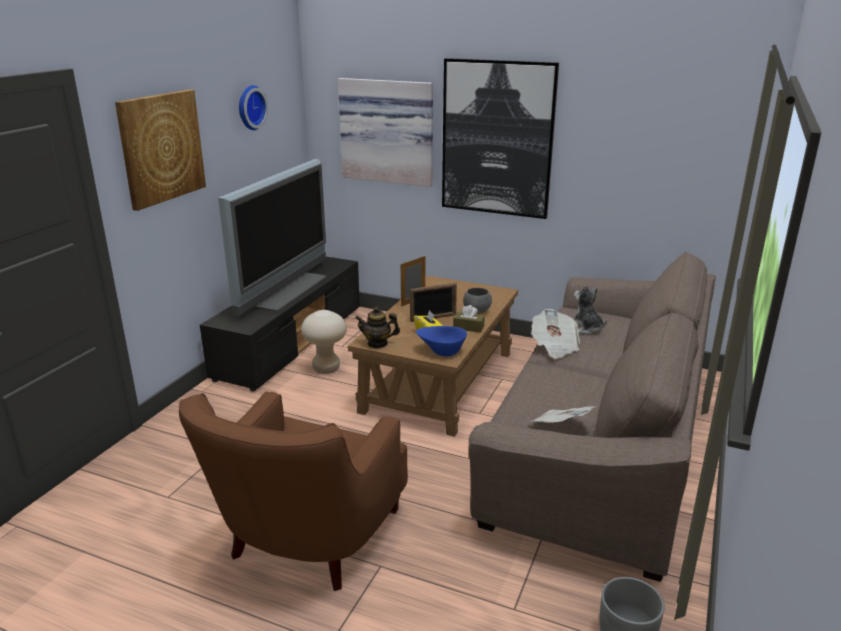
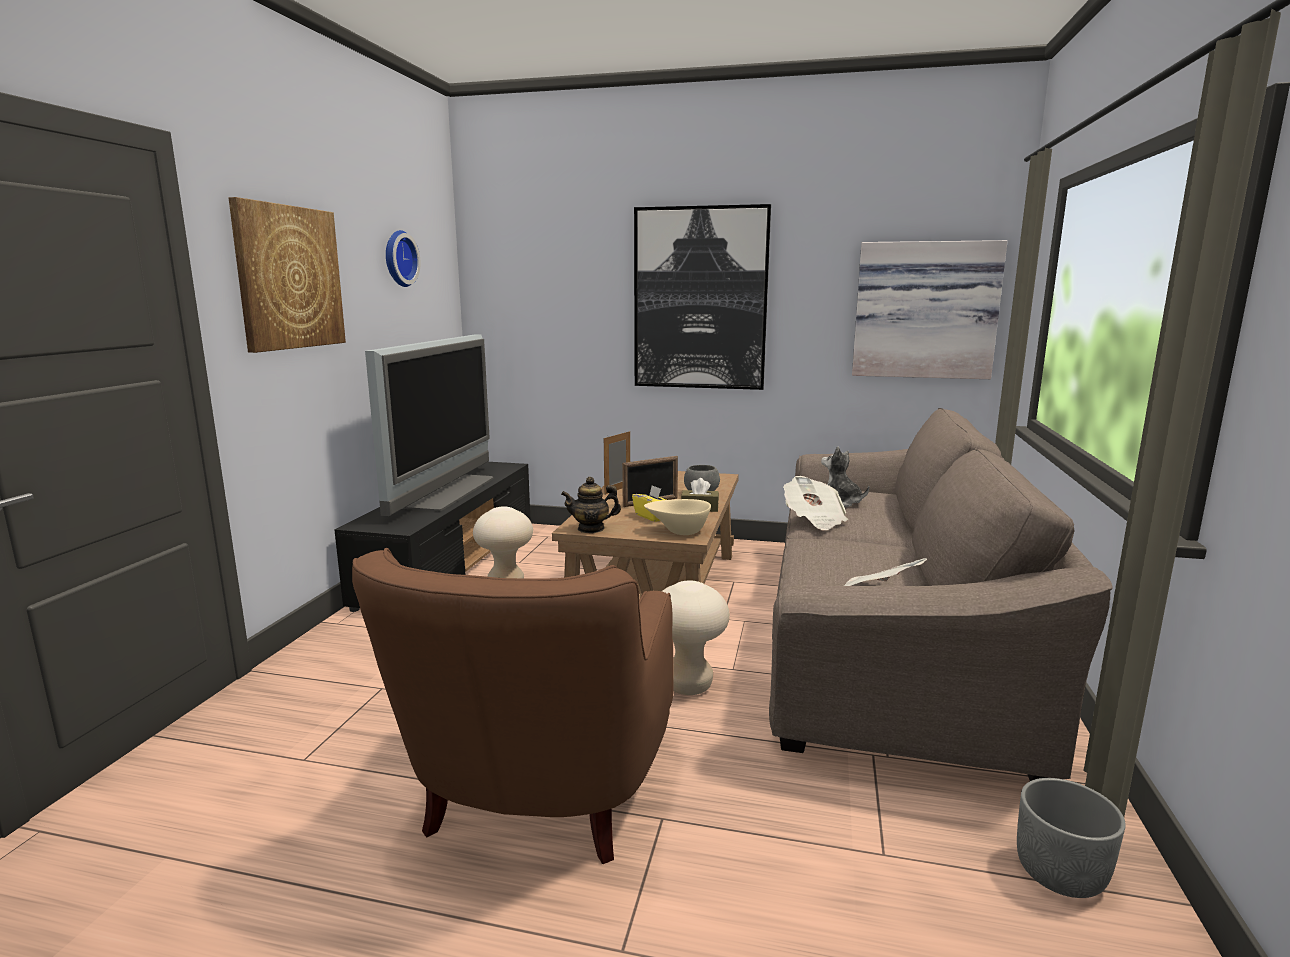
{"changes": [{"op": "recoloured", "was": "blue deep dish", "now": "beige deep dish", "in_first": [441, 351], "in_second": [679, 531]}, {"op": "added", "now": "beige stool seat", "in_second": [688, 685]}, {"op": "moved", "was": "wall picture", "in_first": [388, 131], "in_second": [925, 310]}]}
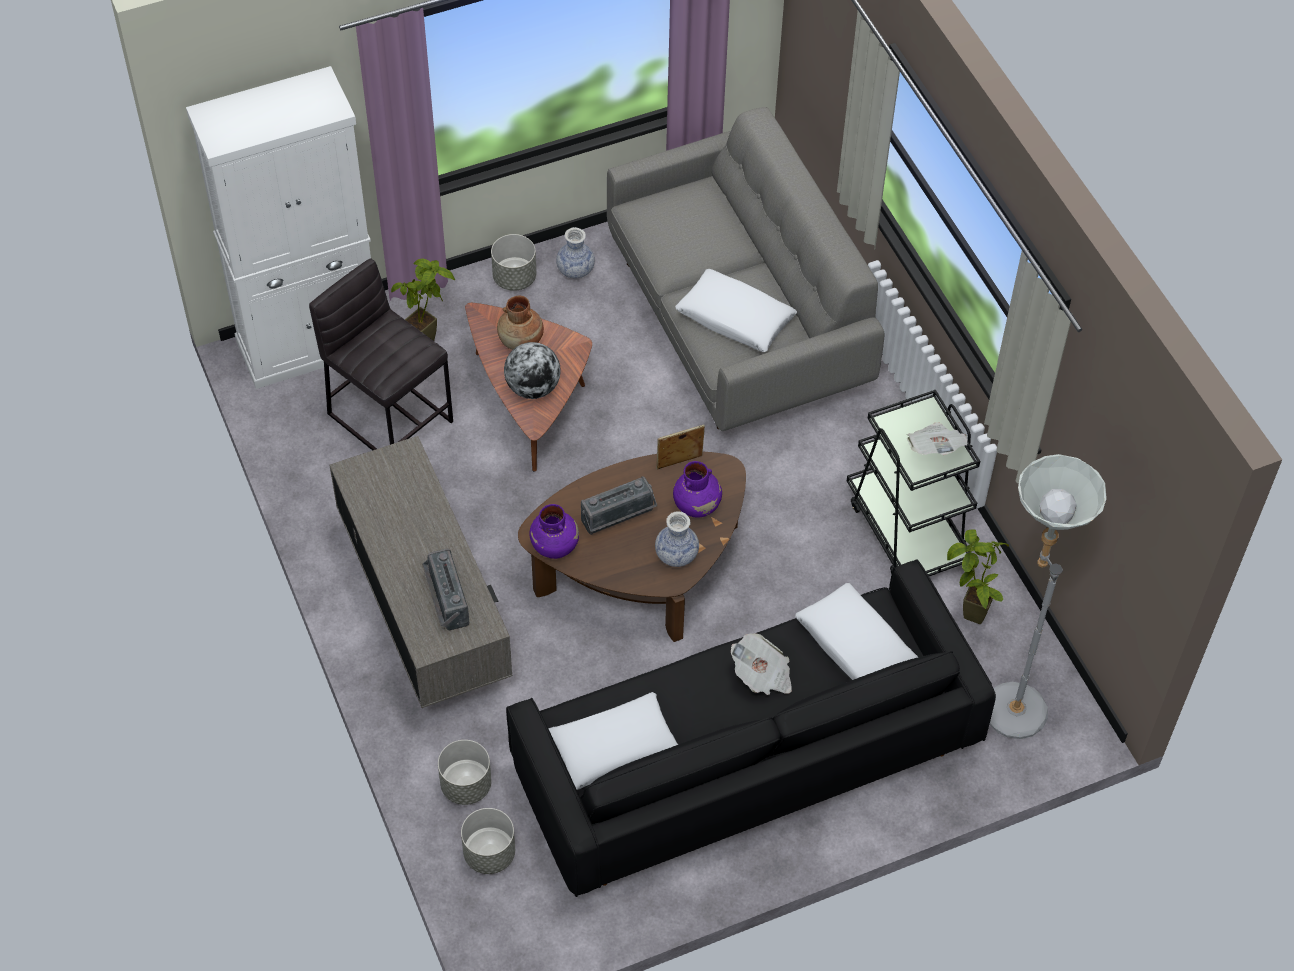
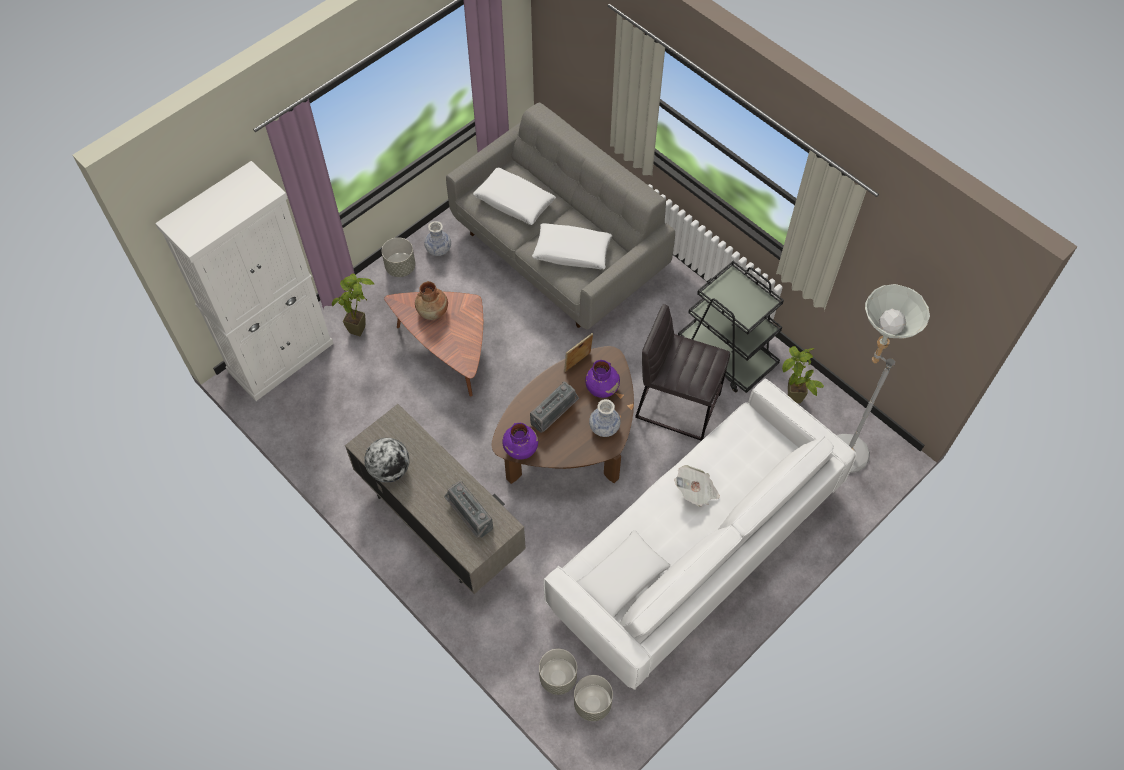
{"changes": [{"op": "moved", "was": "globe", "in_first": [532, 388], "in_second": [389, 470]}, {"op": "moved", "was": "whitish pillow", "in_first": [855, 646], "in_second": [514, 202]}, {"op": "recoloured", "was": "black sofa", "now": "whitish sofa", "in_first": [745, 758], "in_second": [695, 547]}, {"op": "moved", "was": "greyish plant pot", "in_first": [466, 785], "in_second": [593, 703]}, {"op": "moved", "was": "greyish stool seat", "in_first": [390, 416], "in_second": [677, 404]}, {"op": "removed", "was": "printed paper", "in_first": [934, 449]}]}
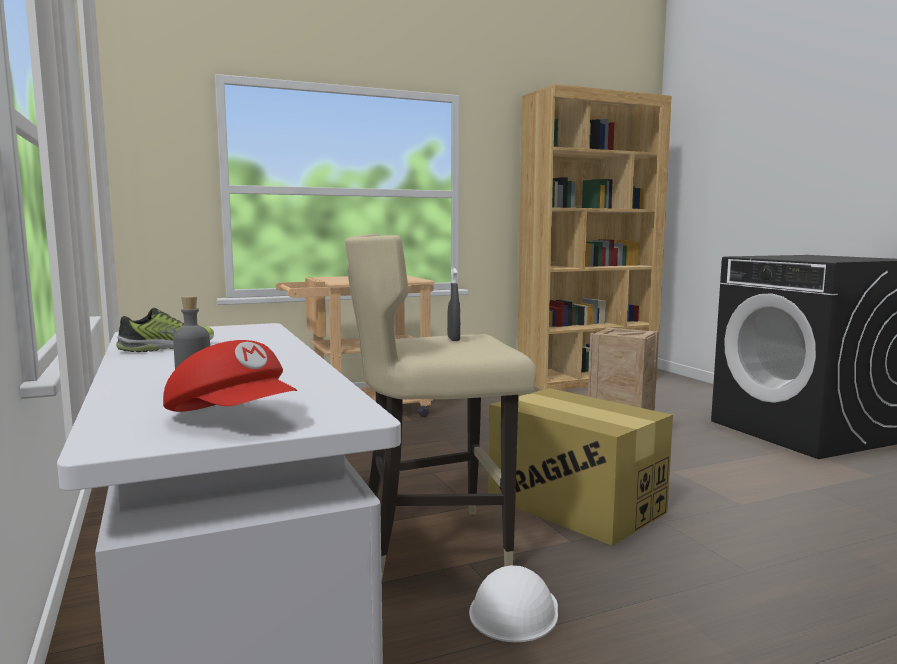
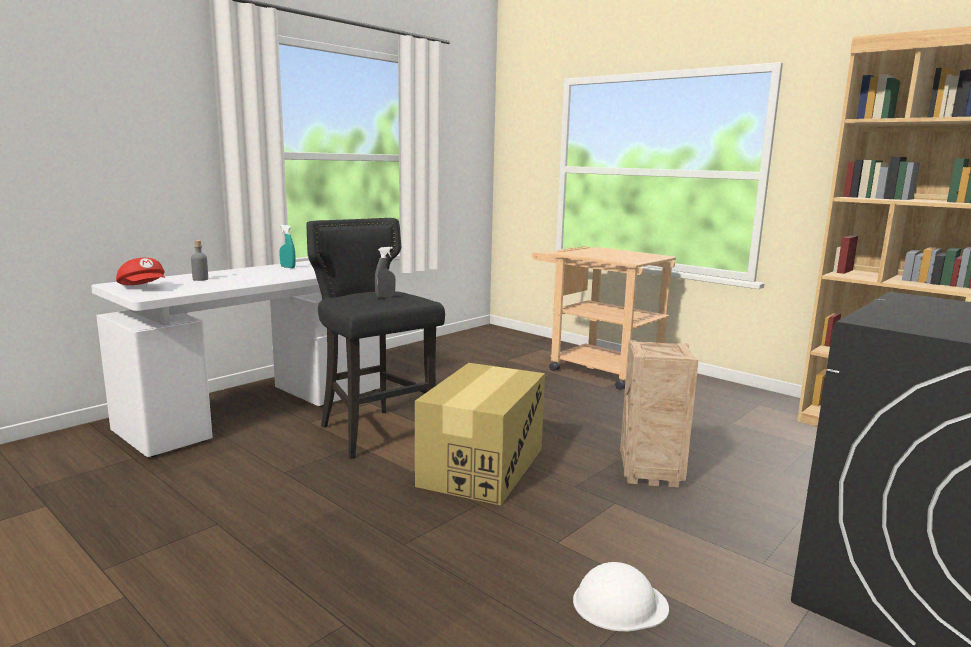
{"changes": [{"op": "turned", "was": "reddish cap", "in_first": [234, 418], "in_second": [144, 288], "clockwise": -60}, {"op": "replaced", "was": "low shoe", "now": "turquoise-coloured sprayer", "in_first": [168, 347], "in_second": [288, 267]}, {"op": "recoloured", "was": "beige stool seat", "now": "black stool seat", "in_first": [435, 545], "in_second": [375, 433]}, {"op": "moved", "was": "whitish work helmet", "in_first": [514, 610], "in_second": [619, 603]}]}
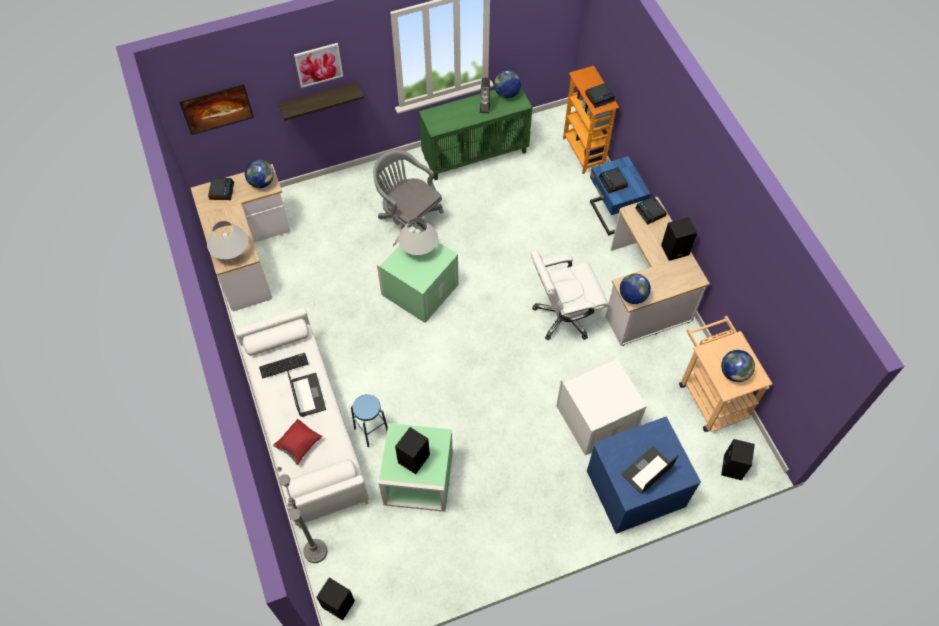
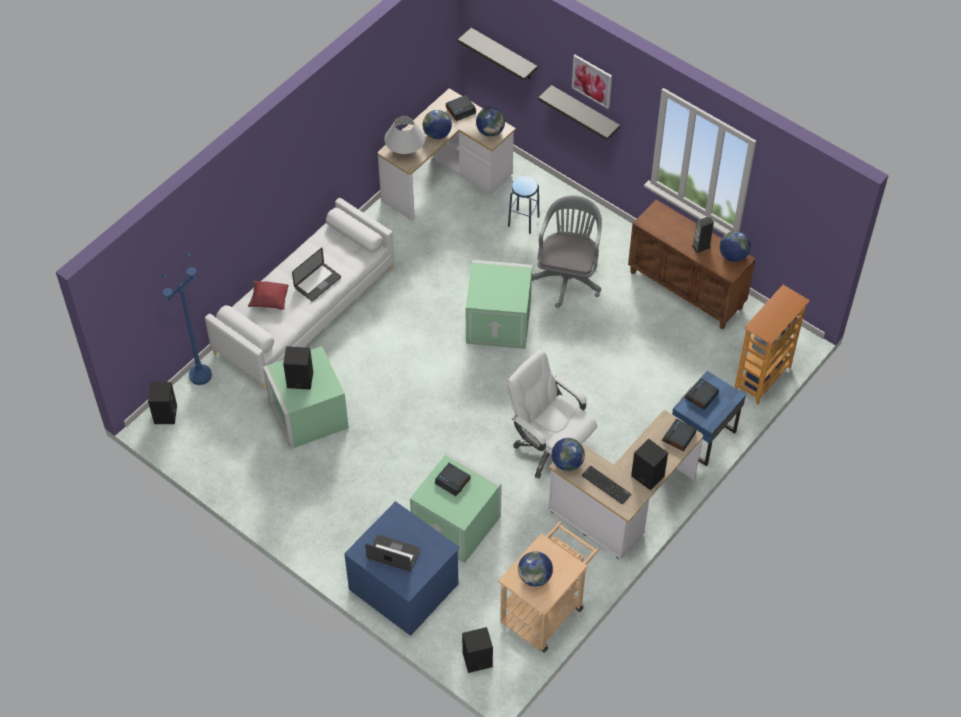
{"changes": [{"op": "recoloured", "was": "greyish floor lamp", "now": "blue floor lamp", "in_first": [315, 551], "in_second": [200, 375]}, {"op": "recoloured", "was": "whitish storage container", "now": "green storage container", "in_first": [596, 417], "in_second": [457, 523]}, {"op": "added", "now": "globe", "in_second": [437, 134]}, {"op": "moved", "was": "bedside clock", "in_first": [599, 97], "in_second": [453, 481]}, {"op": "replaced", "was": "wall picture", "now": "bracket shelf", "in_first": [219, 117], "in_second": [504, 54]}, {"op": "moved", "was": "blue stool seat", "in_first": [371, 430], "in_second": [523, 221]}, {"op": "moved", "was": "PC keyboard", "in_first": [283, 365], "in_second": [606, 485]}, {"op": "recoloured", "was": "green cabinet", "now": "brown-coloured cabinet", "in_first": [475, 155], "in_second": [687, 290]}, {"op": "removed", "was": "whitish tabletop lamp", "in_first": [419, 248]}]}
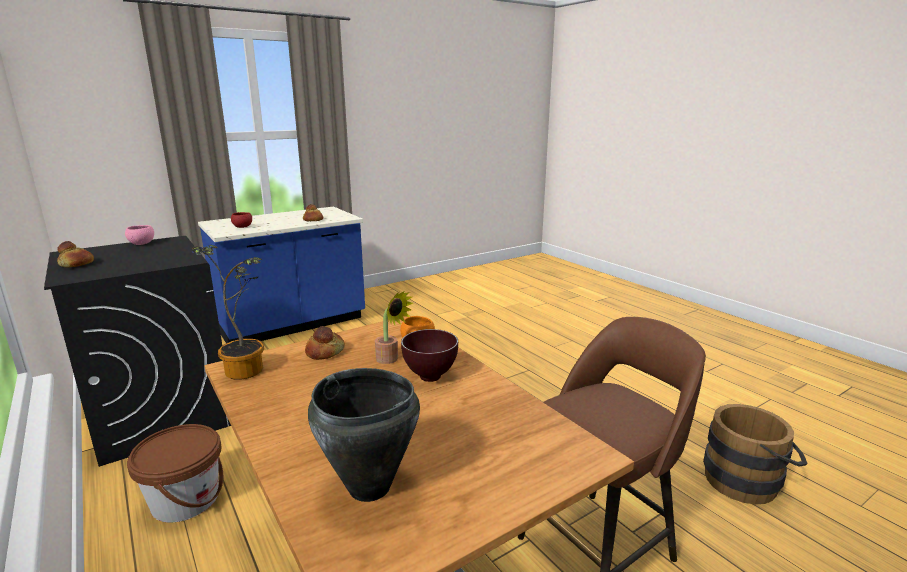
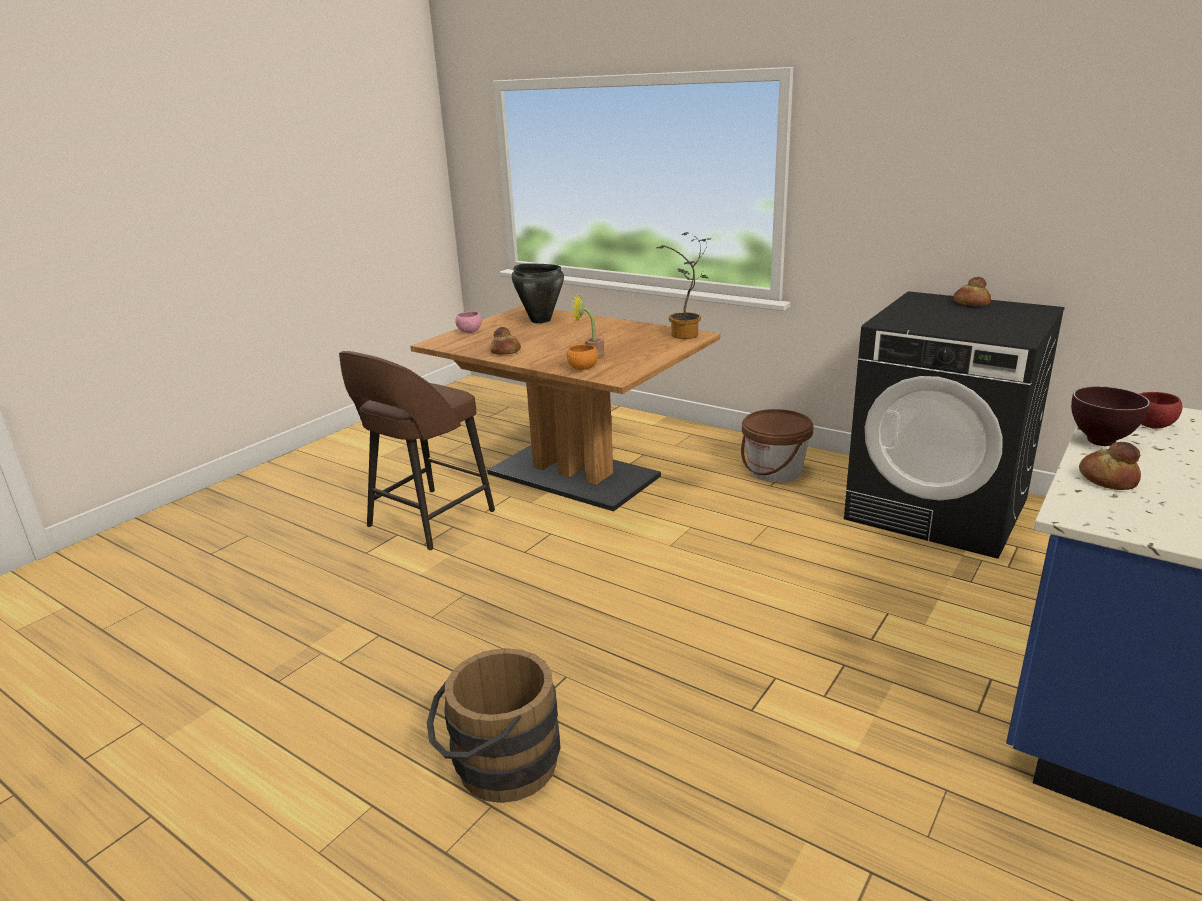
{"changes": [{"op": "moved", "was": "brown-coloured pail", "in_first": [747, 481], "in_second": [497, 766]}, {"op": "moved", "was": "pink deep dish", "in_first": [142, 244], "in_second": [469, 332]}, {"op": "moved", "was": "bakery bread", "in_first": [325, 352], "in_second": [505, 352]}, {"op": "moved", "was": "brown-coloured deep dish", "in_first": [431, 377], "in_second": [1101, 443]}]}
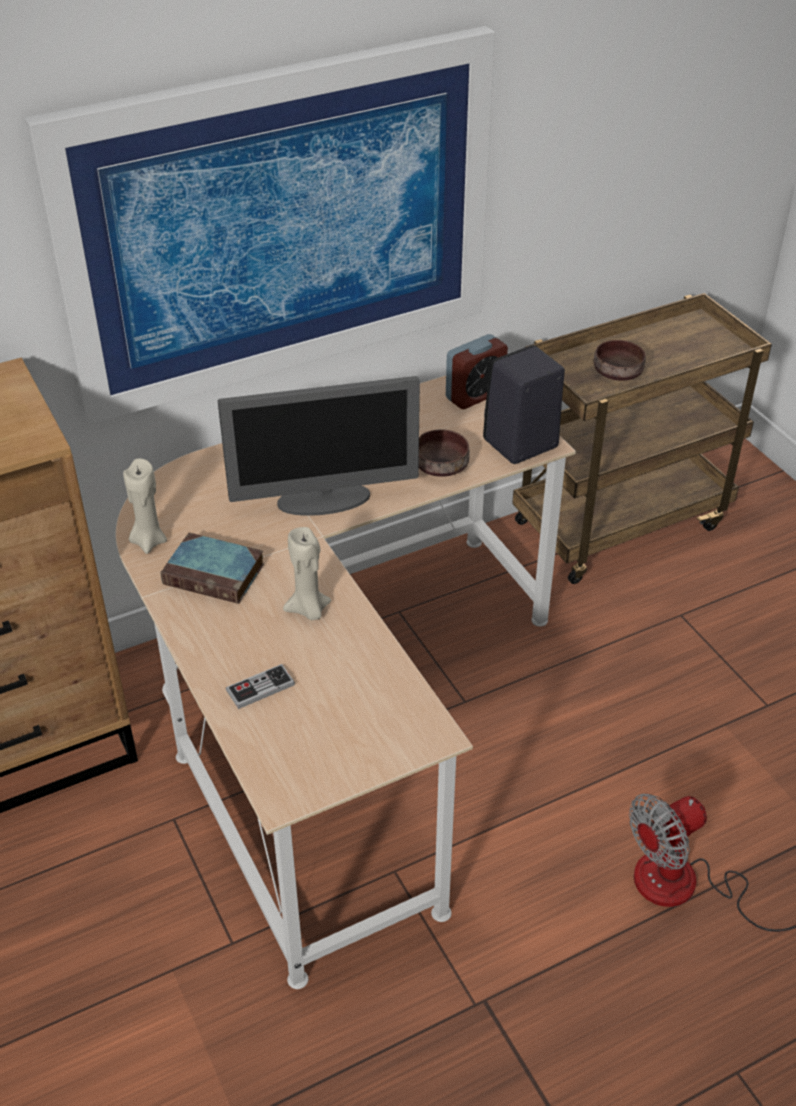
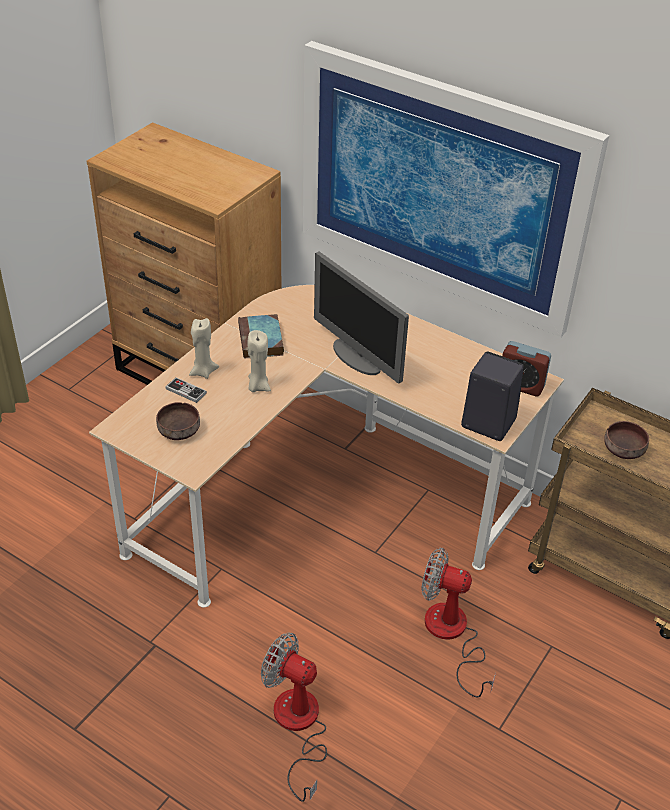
{"changes": [{"op": "moved", "was": "brown-coloured deep dish", "in_first": [441, 467], "in_second": [178, 431]}, {"op": "moved", "was": "beige candle", "in_first": [149, 541], "in_second": [203, 372]}, {"op": "added", "now": "cooling fan", "in_second": [451, 635]}]}
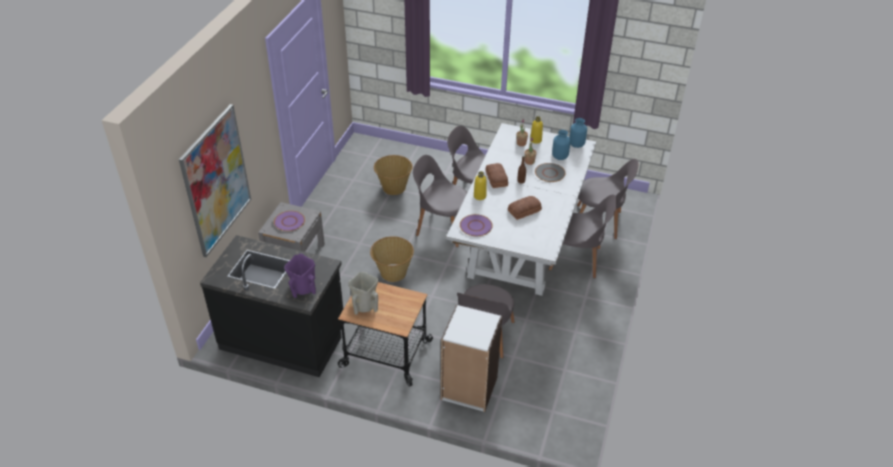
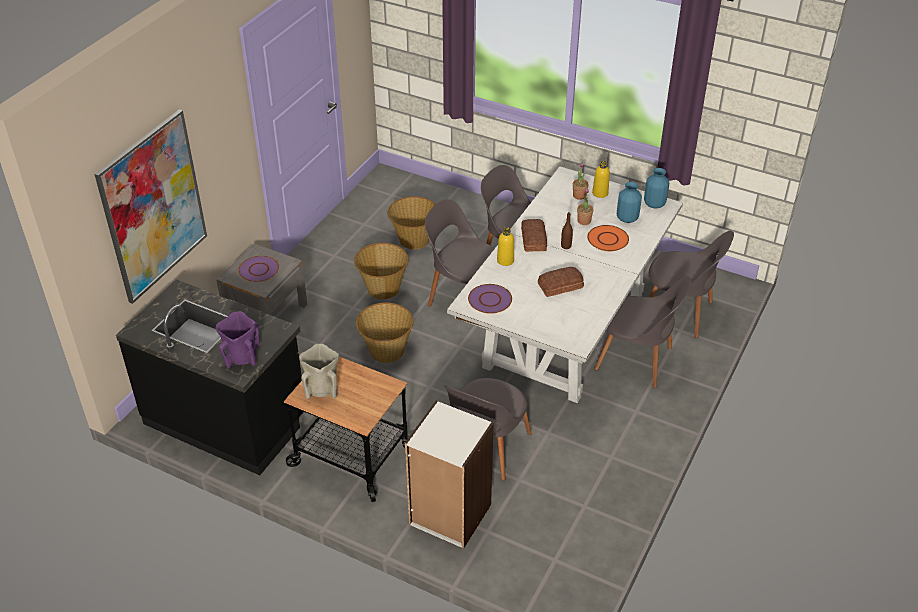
{"changes": [{"op": "added", "now": "storage basket", "in_second": [383, 288]}, {"op": "recoloured", "was": "greyish plate", "now": "orange-coloured plate", "in_first": [550, 173], "in_second": [608, 239]}]}
